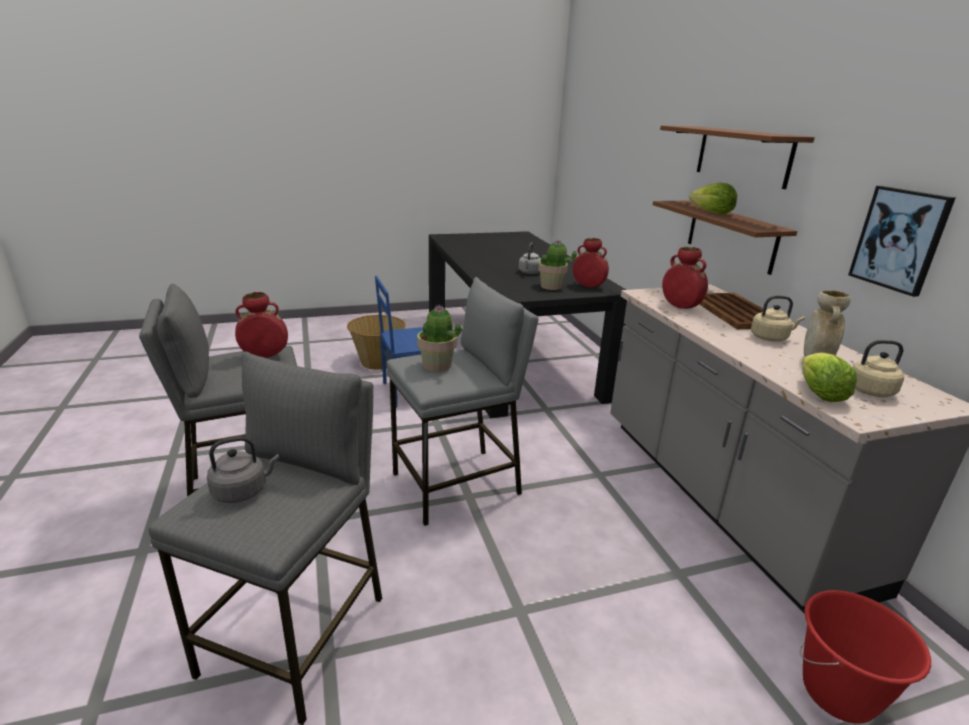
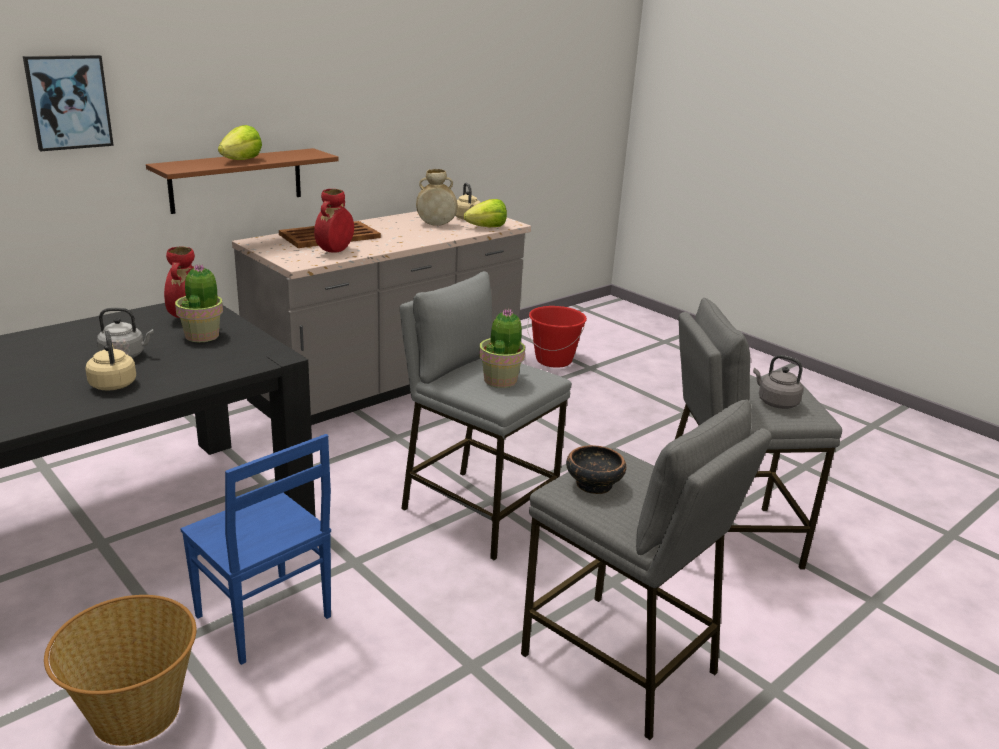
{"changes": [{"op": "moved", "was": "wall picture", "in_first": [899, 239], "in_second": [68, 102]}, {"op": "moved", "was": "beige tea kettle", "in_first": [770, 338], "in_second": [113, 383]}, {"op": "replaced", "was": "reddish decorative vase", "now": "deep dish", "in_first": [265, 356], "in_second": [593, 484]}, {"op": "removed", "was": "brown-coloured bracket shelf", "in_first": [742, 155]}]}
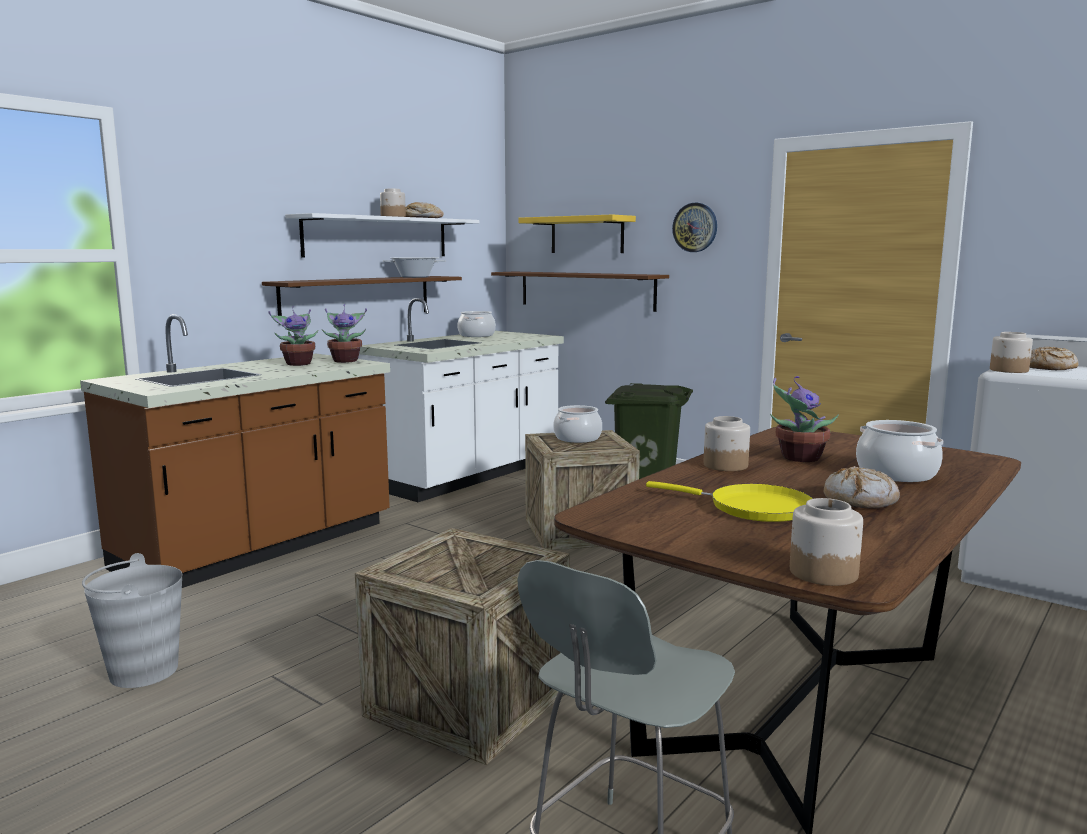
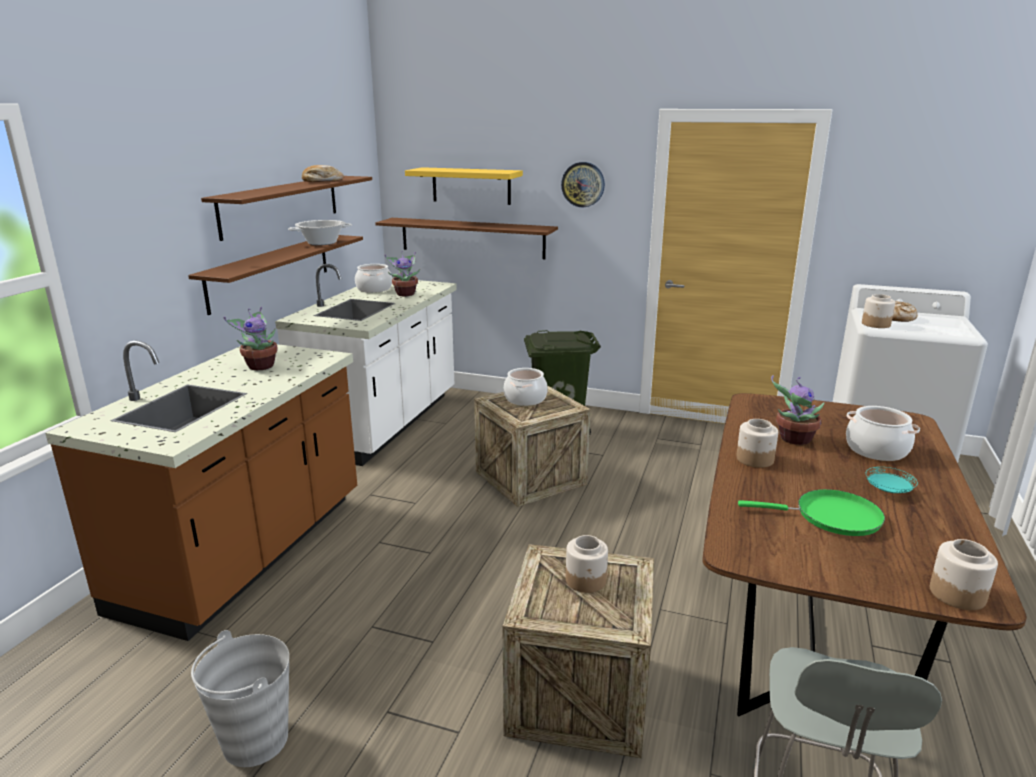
{"changes": [{"op": "recoloured", "was": "whitish bracket shelf", "now": "brown-coloured bracket shelf", "in_first": [377, 237], "in_second": [281, 205]}, {"op": "moved", "was": "houseplant", "in_first": [346, 361], "in_second": [405, 294]}, {"op": "moved", "was": "jar", "in_first": [393, 217], "in_second": [586, 580]}, {"op": "recoloured", "was": "yellow-coloured pan", "now": "green pan", "in_first": [752, 508], "in_second": [831, 517]}, {"op": "replaced", "was": "bakery bread", "now": "turquoise-coloured plate", "in_first": [860, 500], "in_second": [888, 491]}]}
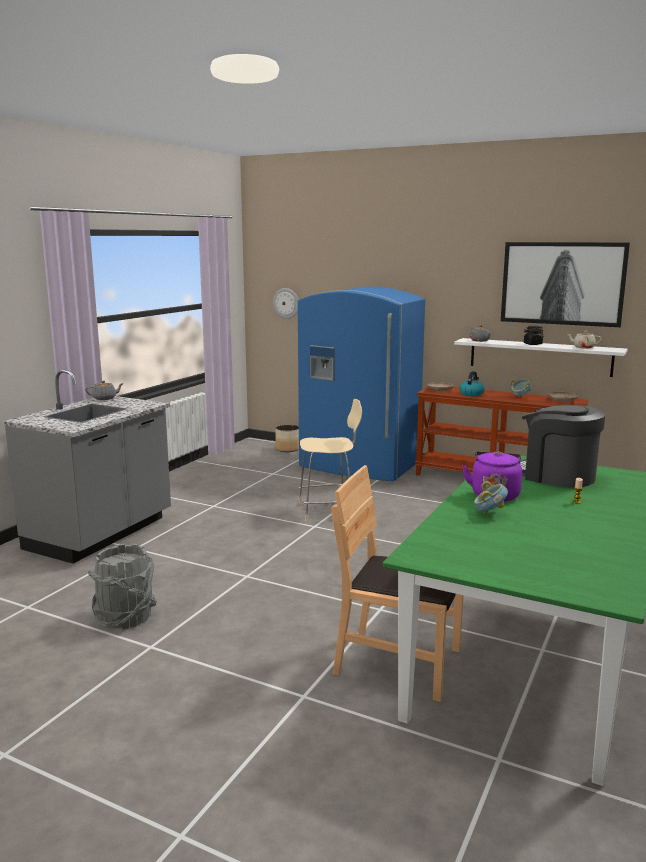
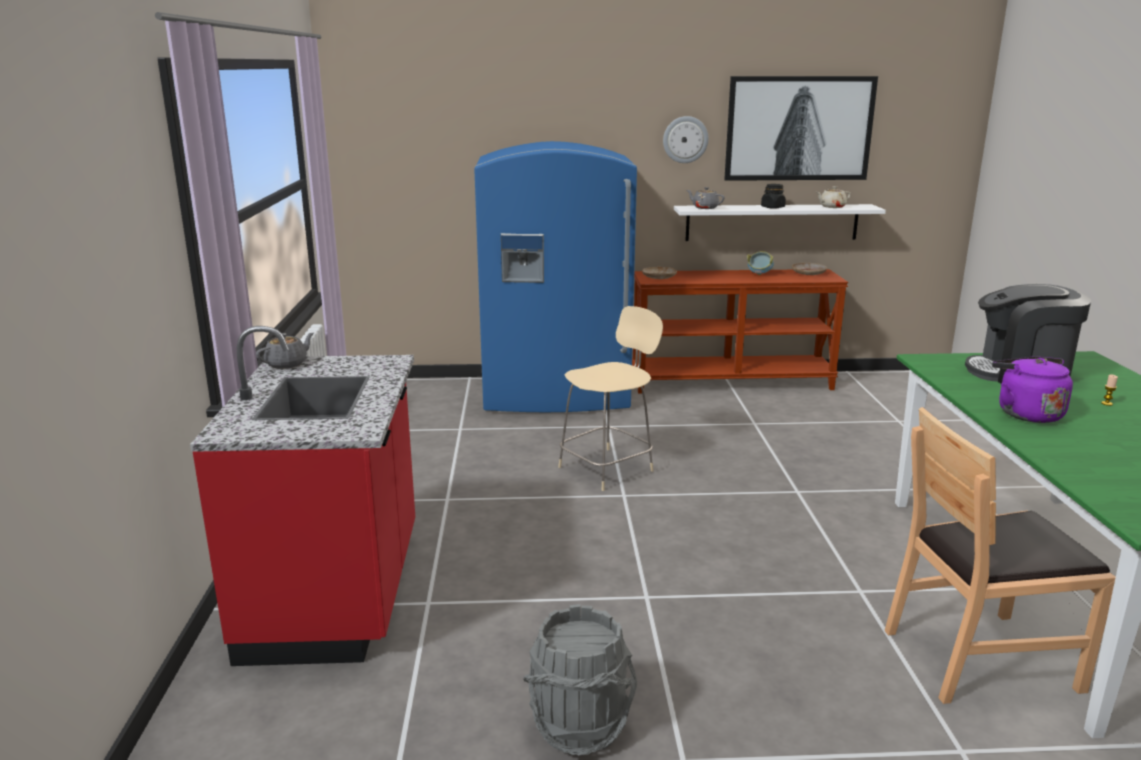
{"changes": [{"op": "recoloured", "was": "greyish counter", "now": "reddish counter", "in_first": [101, 534], "in_second": [338, 594]}, {"op": "moved", "was": "wall clock", "in_first": [286, 303], "in_second": [685, 139]}, {"op": "removed", "was": "plant pot", "in_first": [288, 449]}, {"op": "removed", "was": "tea kettle", "in_first": [471, 394]}, {"op": "removed", "was": "deep dish", "in_first": [489, 513]}]}
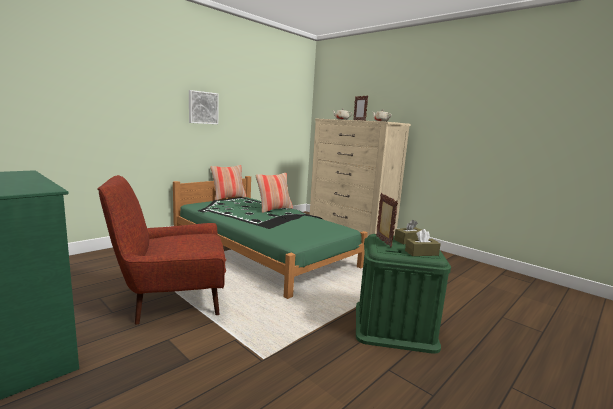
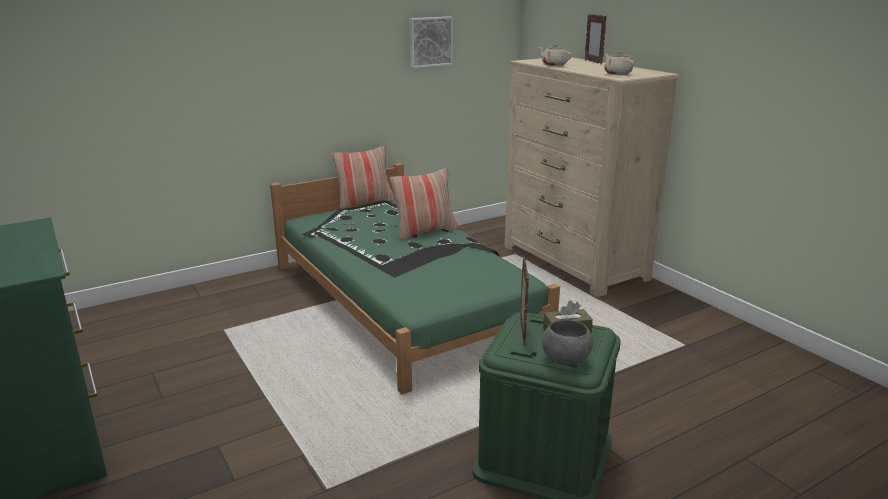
{"changes": [{"op": "moved", "was": "wall picture", "in_first": [203, 107], "in_second": [430, 41]}, {"op": "replaced", "was": "brown-coloured tissue holder", "now": "greyish deep dish", "in_first": [421, 253], "in_second": [566, 361]}, {"op": "removed", "was": "reddish lounge chair", "in_first": [171, 301]}]}
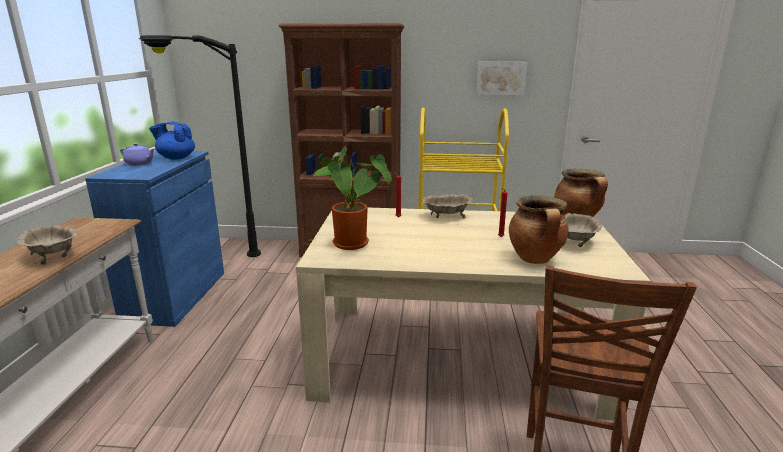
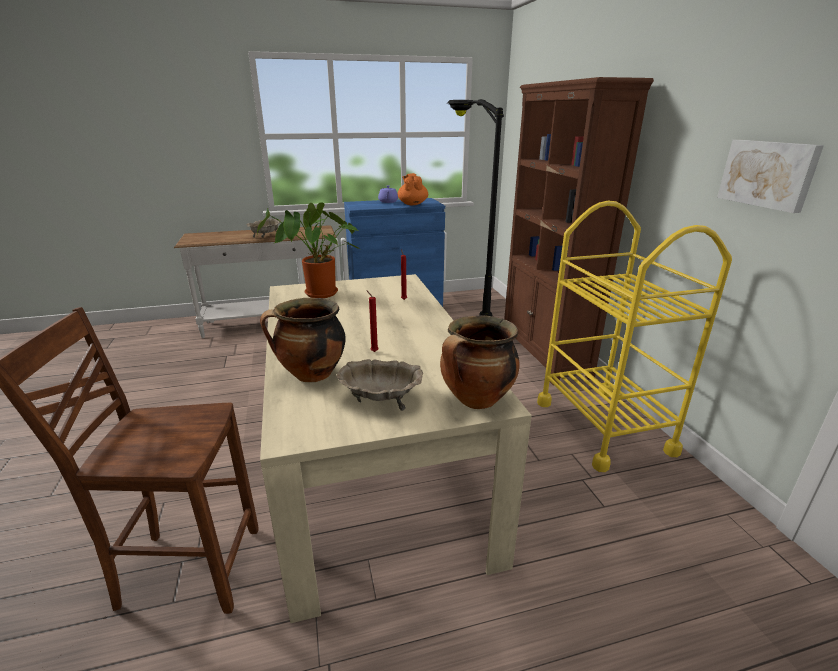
{"changes": [{"op": "recoloured", "was": "blue pot for tea", "now": "orange-coloured pot for tea", "in_first": [176, 158], "in_second": [412, 204]}, {"op": "removed", "was": "beige deep dish", "in_first": [446, 217]}]}
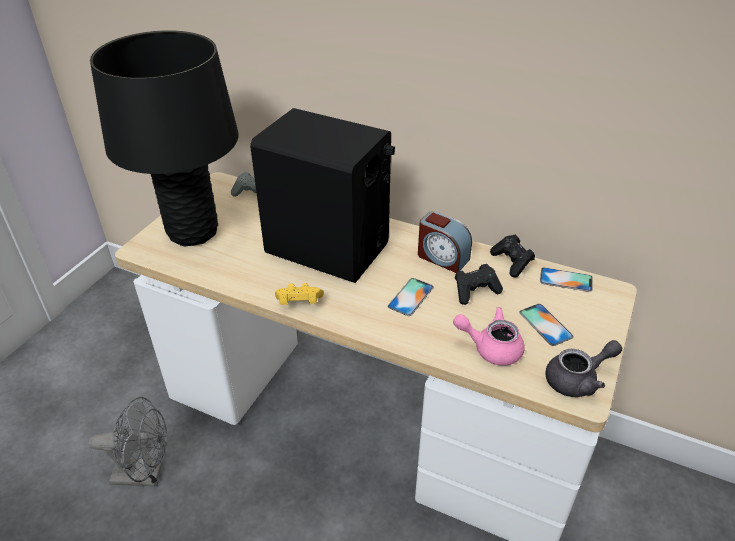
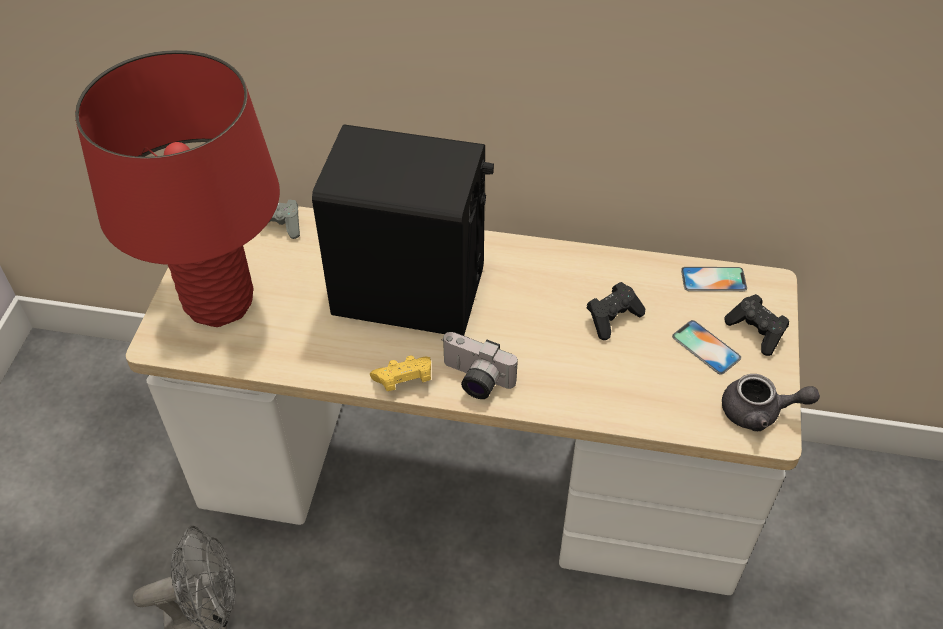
{"changes": [{"op": "recoloured", "was": "black tabletop lamp", "now": "reddish tabletop lamp", "in_first": [193, 232], "in_second": [219, 303]}, {"op": "added", "now": "still camera", "in_second": [474, 380]}, {"op": "turned", "was": "greyish pot for tea", "in_first": [578, 380], "in_second": [759, 412], "clockwise": 45}, {"op": "moved", "was": "black joypad", "in_first": [512, 262], "in_second": [756, 332]}, {"op": "removed", "was": "handset", "in_first": [410, 297]}, {"op": "removed", "was": "bedside clock", "in_first": [442, 258]}, {"op": "removed", "was": "pink pot for tea", "in_first": [490, 348]}]}
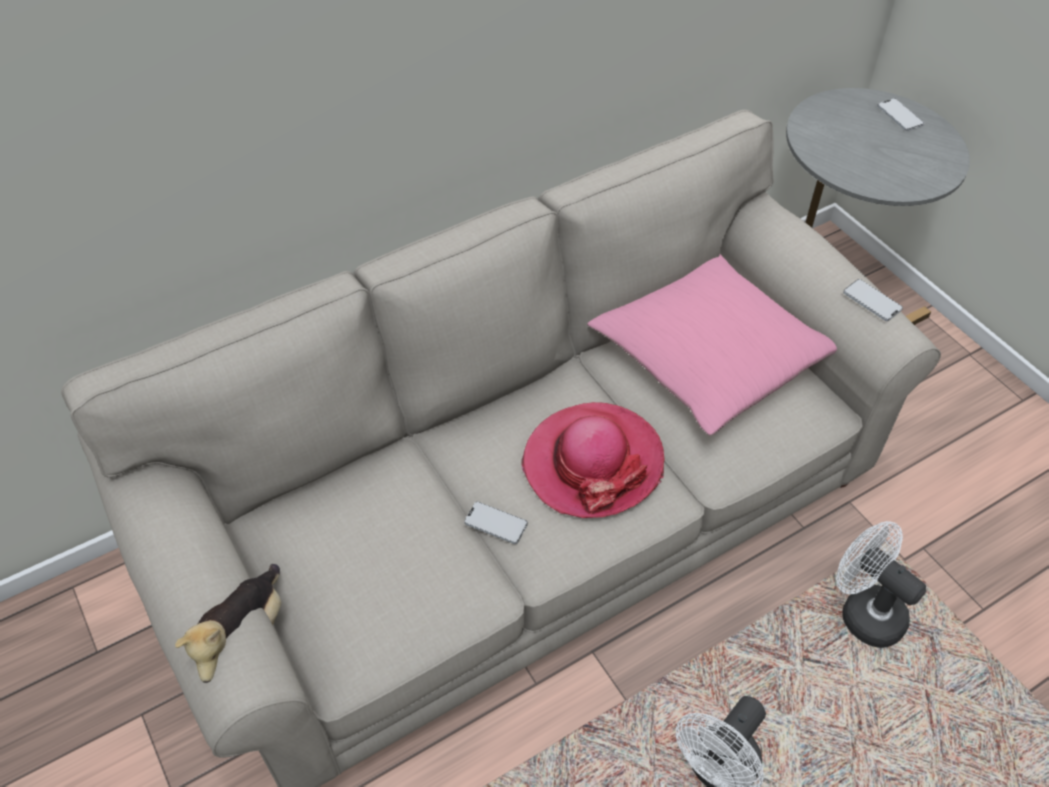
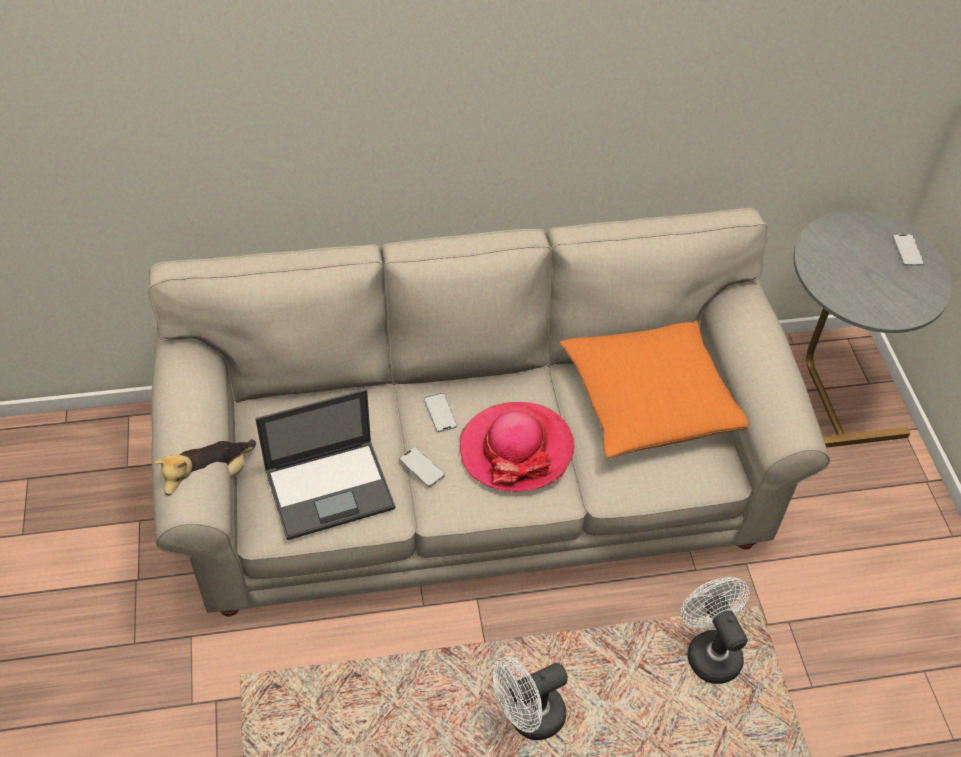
{"changes": [{"op": "added", "now": "laptop", "in_second": [331, 488]}, {"op": "moved", "was": "handset", "in_first": [872, 301], "in_second": [440, 413]}, {"op": "recoloured", "was": "pink pillow", "now": "orange-coloured pillow", "in_first": [709, 356], "in_second": [650, 399]}]}
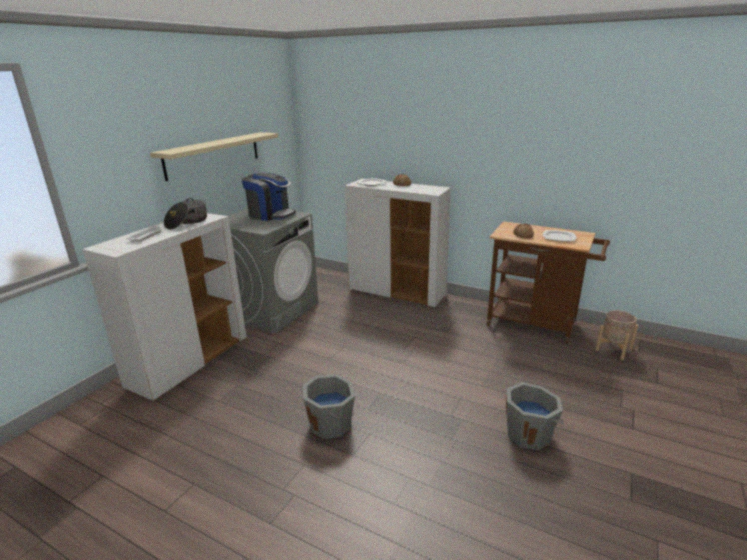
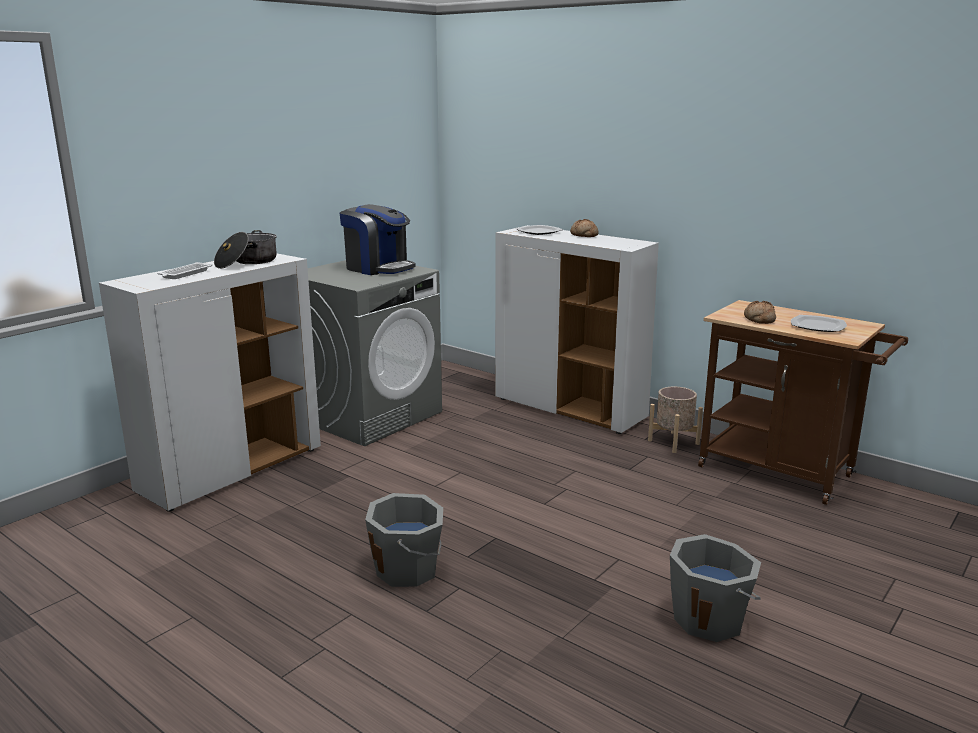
{"changes": [{"op": "moved", "was": "beige plant pot", "in_first": [613, 349], "in_second": [673, 442]}, {"op": "removed", "was": "beige bracket shelf", "in_first": [213, 155]}]}
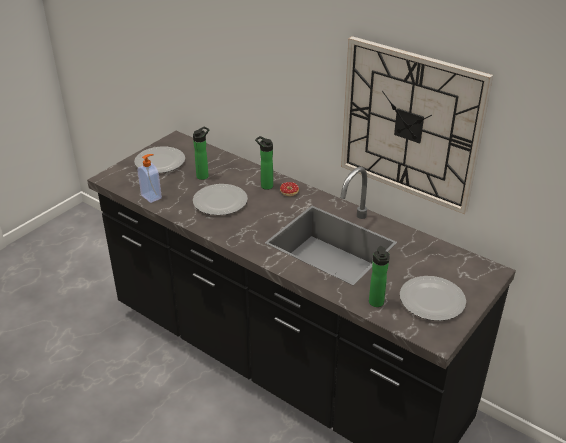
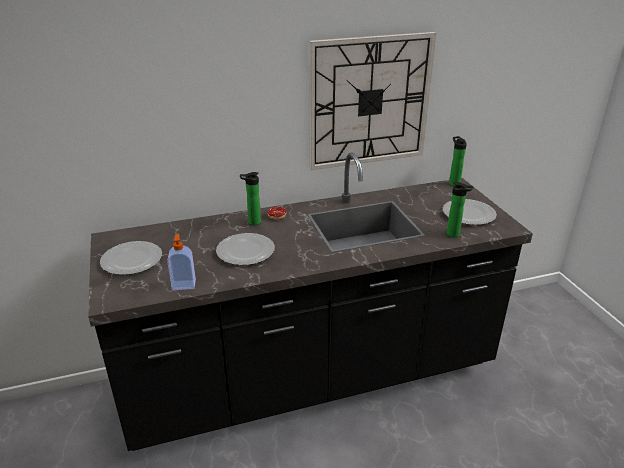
{"changes": [{"op": "moved", "was": "bottle", "in_first": [204, 175], "in_second": [453, 183]}]}
